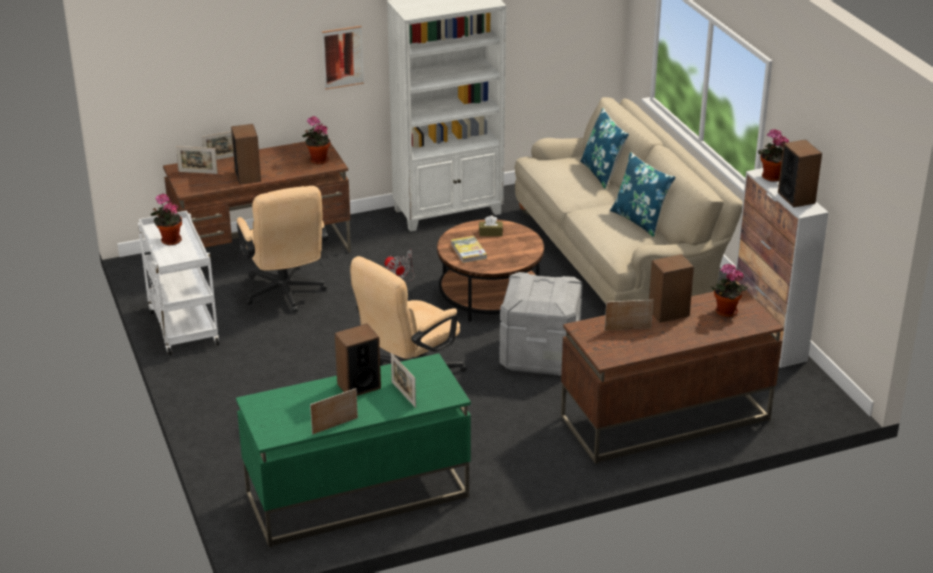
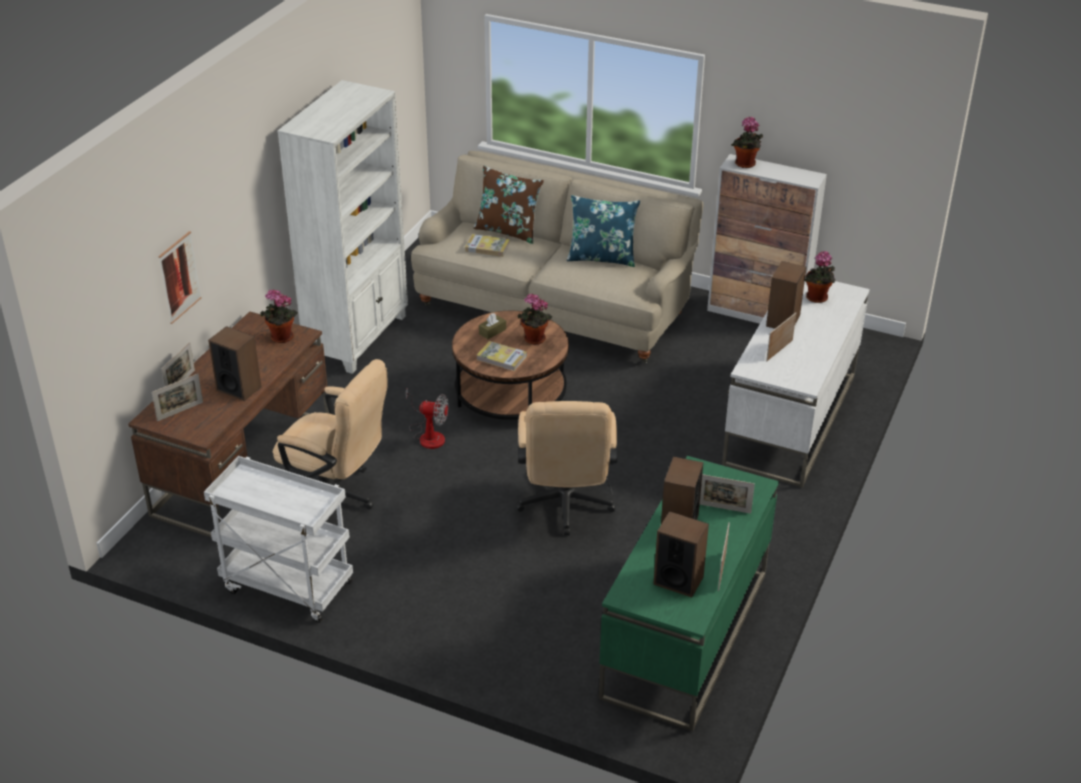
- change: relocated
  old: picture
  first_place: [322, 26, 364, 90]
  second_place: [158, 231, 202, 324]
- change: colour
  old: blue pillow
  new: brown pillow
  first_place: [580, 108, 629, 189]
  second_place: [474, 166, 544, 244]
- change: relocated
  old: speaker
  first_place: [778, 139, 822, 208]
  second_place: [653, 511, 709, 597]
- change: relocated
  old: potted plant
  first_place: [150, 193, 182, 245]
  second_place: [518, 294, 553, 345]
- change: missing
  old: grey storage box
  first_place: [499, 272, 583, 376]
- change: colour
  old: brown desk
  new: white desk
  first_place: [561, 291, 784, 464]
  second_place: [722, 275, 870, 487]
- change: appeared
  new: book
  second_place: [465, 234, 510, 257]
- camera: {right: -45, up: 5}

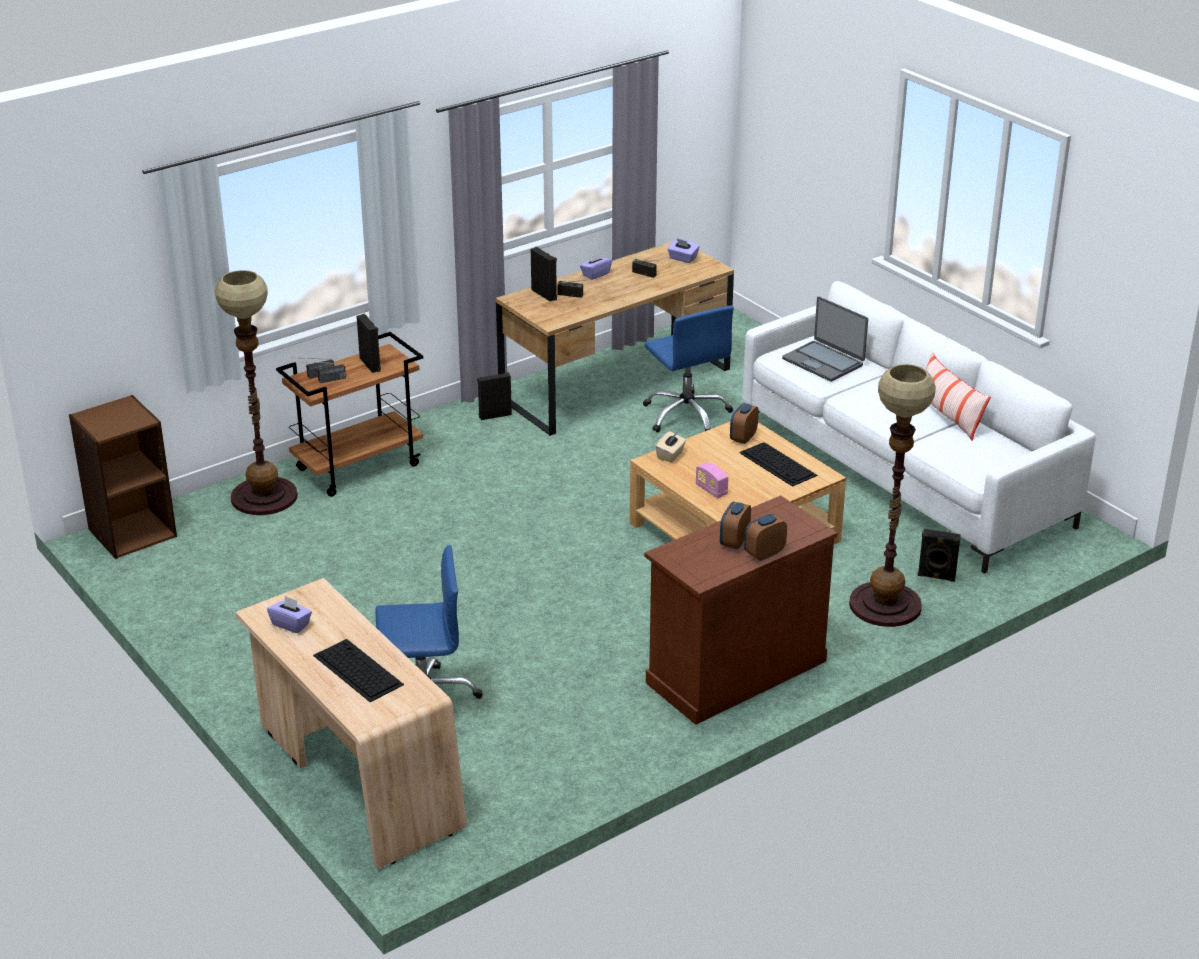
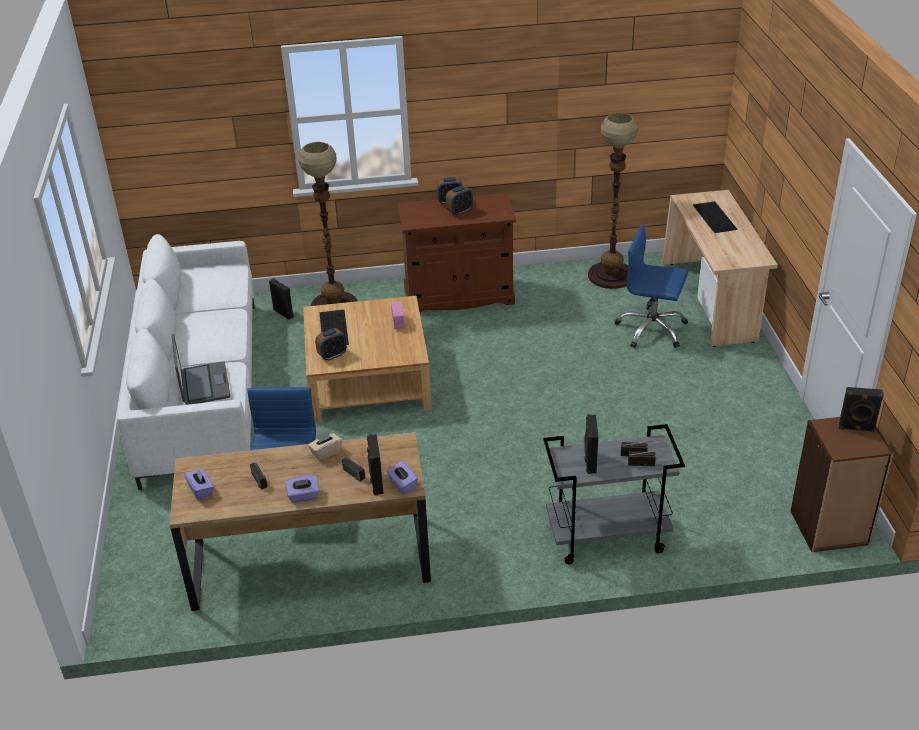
- change: relocated
  old: floor lamp
  first_place: [215, 270, 298, 515]
  second_place: [588, 113, 638, 289]
- change: colour
  old: brown cart
  new: grey cart
  first_place: [276, 332, 423, 497]
  second_place: [543, 424, 685, 564]
- change: missing
  old: pillow
  first_place: [926, 353, 991, 441]
- change: relocated
  old: black speaker
  first_place: [477, 372, 512, 420]
  second_place: [839, 387, 884, 432]
- change: relocated
  old: beige tissue box
  first_place: [655, 431, 686, 462]
  second_place: [308, 431, 342, 461]
- change: relocated
  old: purple tissue box
  first_place: [267, 596, 312, 633]
  second_place: [386, 461, 418, 494]
- camera: {right: -150, up: 5}

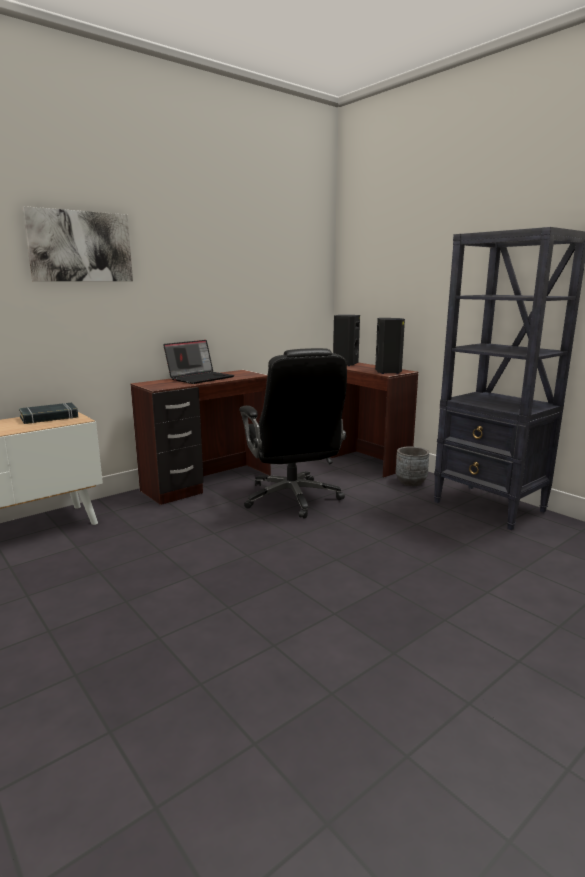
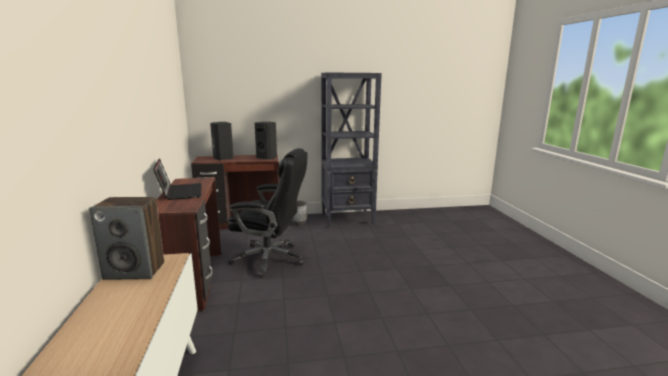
- change: missing
  old: picture
  first_place: [22, 206, 133, 281]
- change: exchanged
  old: black book
  new: speaker
  first_place: [19, 403, 78, 424]
  second_place: [89, 197, 164, 280]
- camera: {right: -60, up: 0}

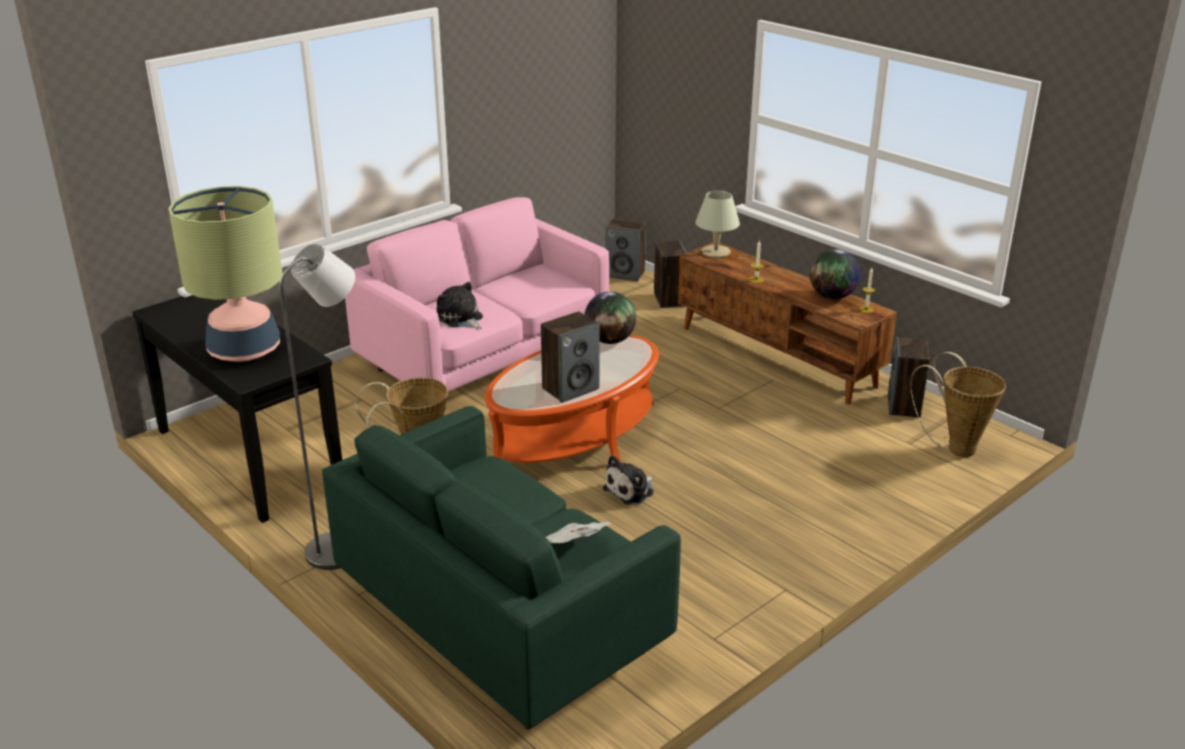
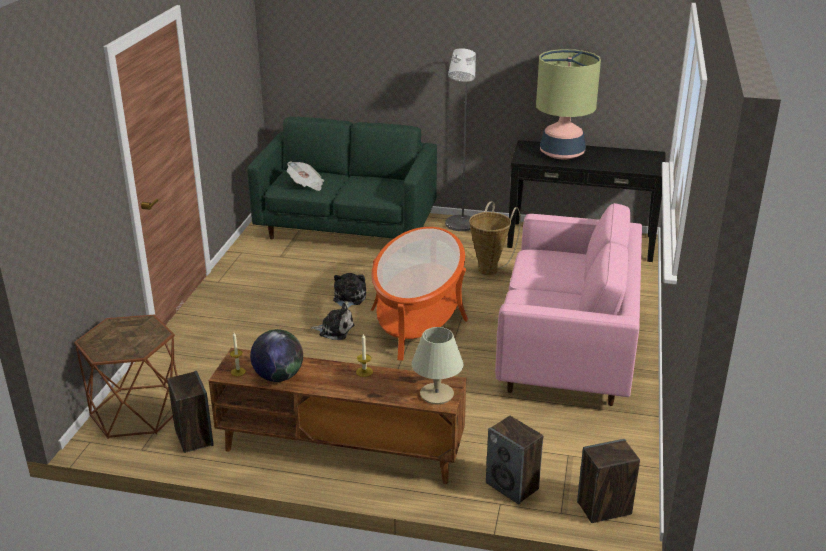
- change: relocated
  old: plush toy
  first_place: [436, 282, 483, 329]
  second_place: [310, 303, 354, 340]
- change: missing
  old: globe
  first_place: [584, 291, 637, 344]
- change: missing
  old: speaker
  first_place: [541, 311, 600, 403]
- change: exchanged
  old: basket
  new: brown side table
  first_place: [911, 352, 1006, 457]
  second_place: [74, 315, 178, 439]
- camera: {right: 145, up: 0}

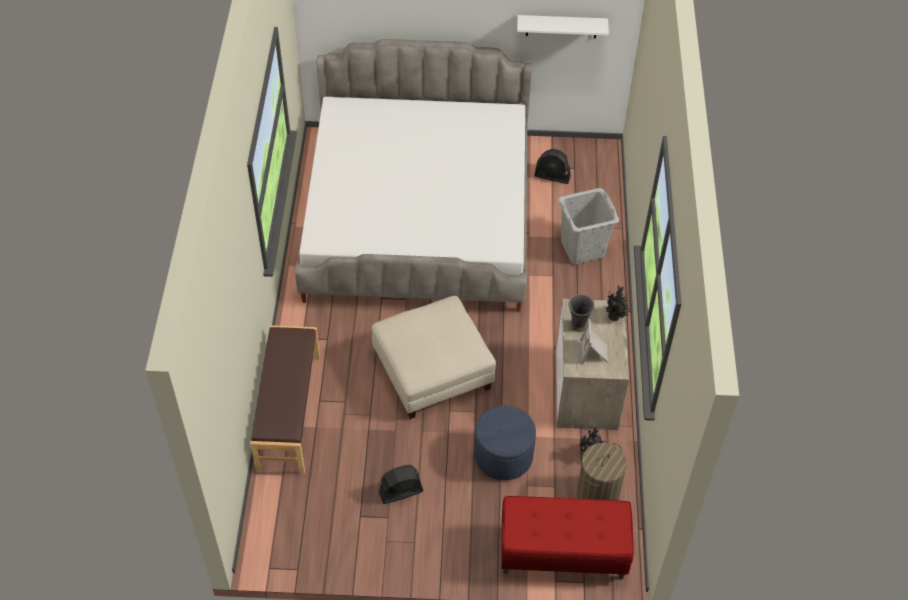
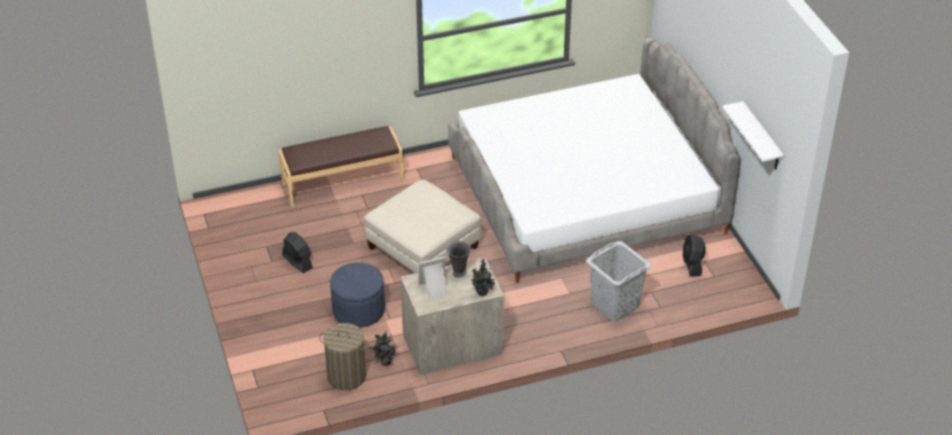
- change: missing
  old: red bench
  first_place: [501, 496, 634, 580]
- camera: {right: 70, up: -10}

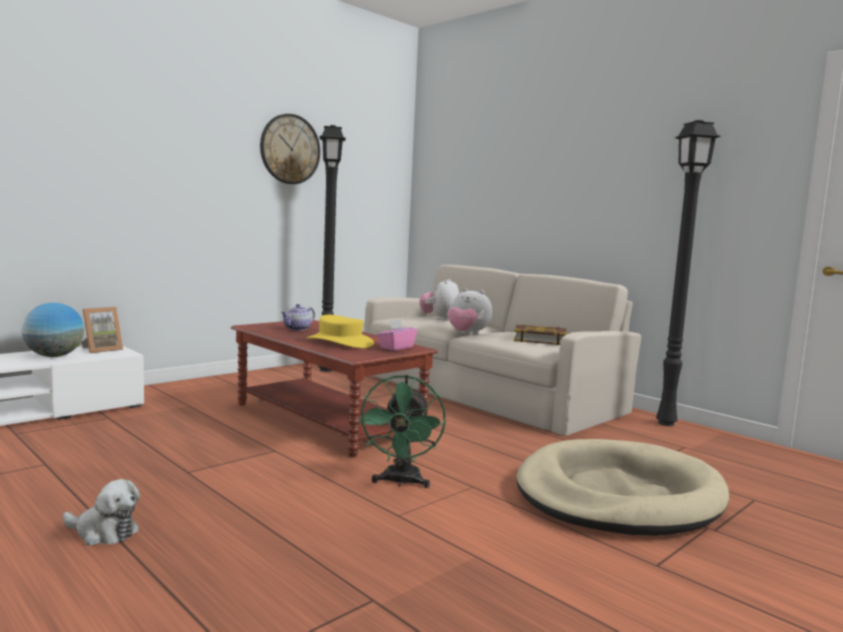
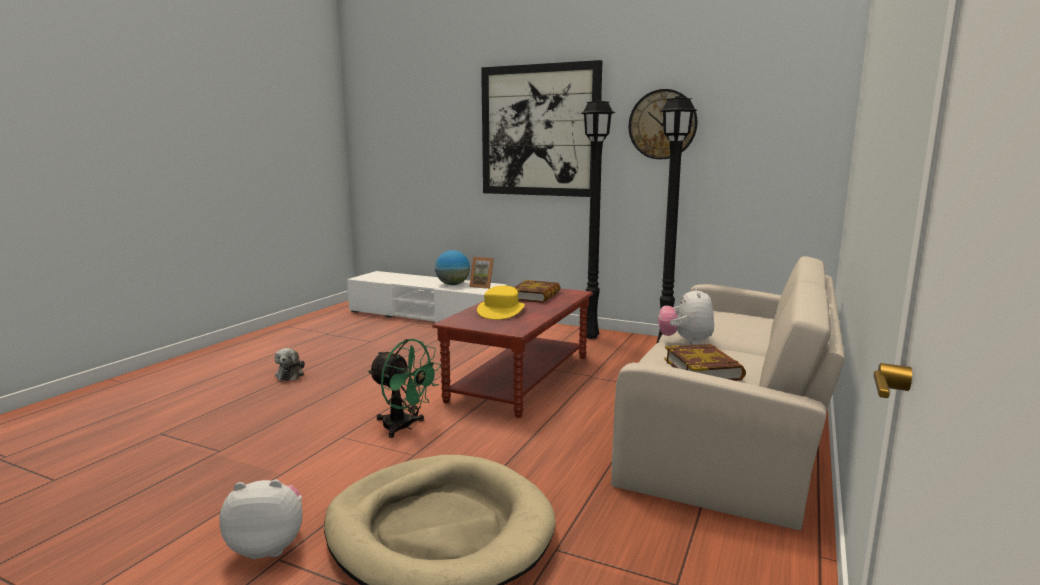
- change: relocated
  old: black floor lamp
  first_place: [656, 120, 721, 426]
  second_place: [581, 99, 615, 339]
- change: relocated
  old: plush toy
  first_place: [420, 278, 459, 321]
  second_place: [219, 480, 302, 559]
- change: exchanged
  old: teapot
  new: book
  first_place: [281, 304, 315, 331]
  second_place: [514, 280, 561, 303]
- change: missing
  old: pink tissue box
  first_place: [377, 319, 417, 351]
- change: spun
  old: green fan
  first_place: [357, 375, 446, 488]
  second_place: [368, 339, 441, 438]
  degrees: -135
- change: appeared
  new: picture
  second_place: [481, 60, 602, 197]
- camera: {right: 70, up: 5}

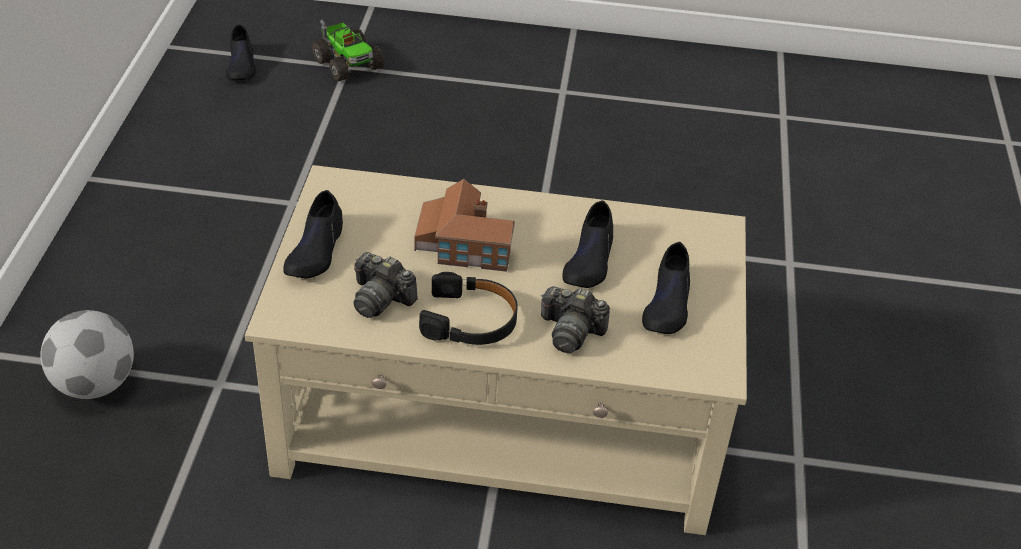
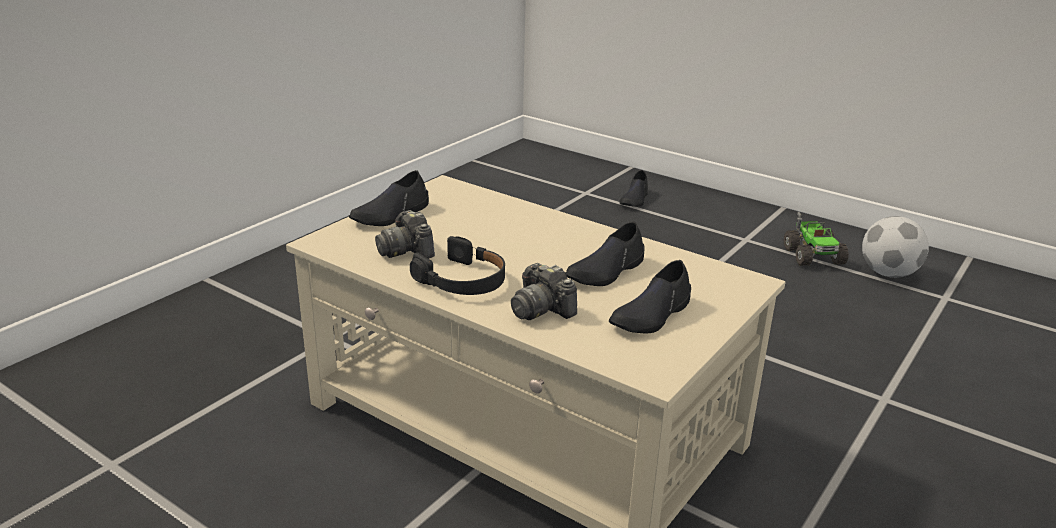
- change: relocated
  old: toy truck
  first_place: [312, 20, 385, 82]
  second_place: [784, 212, 849, 266]
- change: relocated
  old: black shoe
  first_place: [226, 24, 256, 80]
  second_place: [619, 170, 648, 207]
- change: missing
  old: toy house
  first_place: [414, 179, 515, 272]
- change: relocated
  old: football
  first_place: [40, 310, 134, 399]
  second_place: [862, 216, 929, 278]
- camera: {right: 30, up: -15}

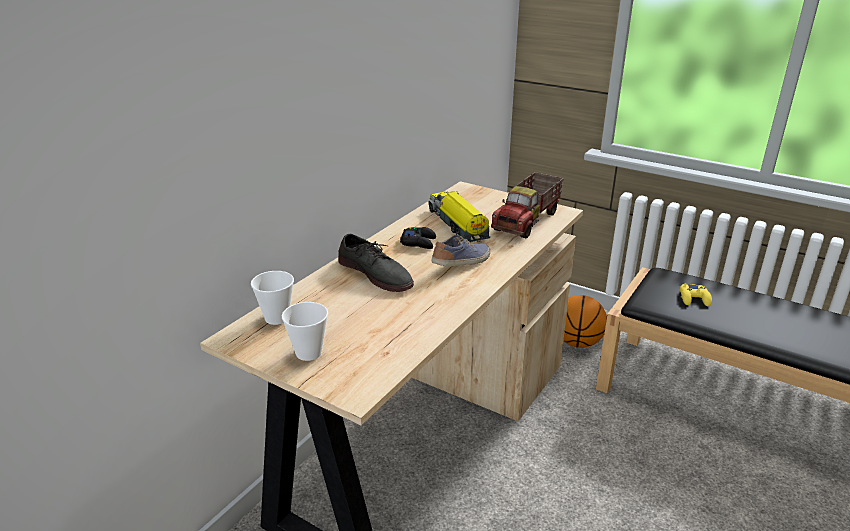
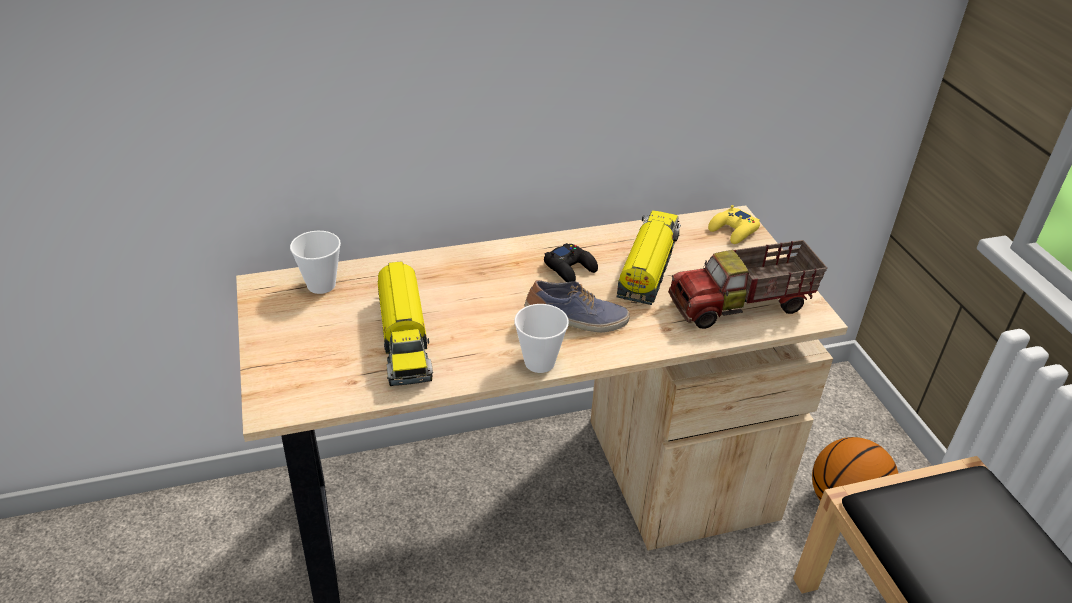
- change: missing
  old: grey shoe
  first_place: [338, 234, 414, 292]
- change: relocated
  old: yellow game controller
  first_place: [680, 283, 712, 306]
  second_place: [708, 205, 760, 244]
- change: relocated
  old: cup
  first_place: [282, 302, 328, 361]
  second_place: [514, 304, 569, 373]
- change: appeared
  new: toy truck
  second_place: [378, 261, 433, 386]
- camera: {right: 40, up: 10}

